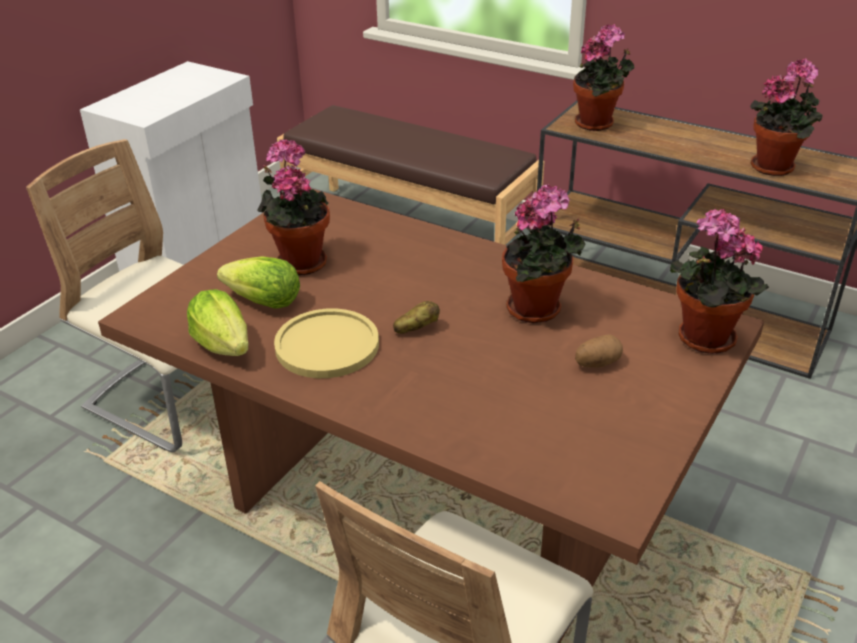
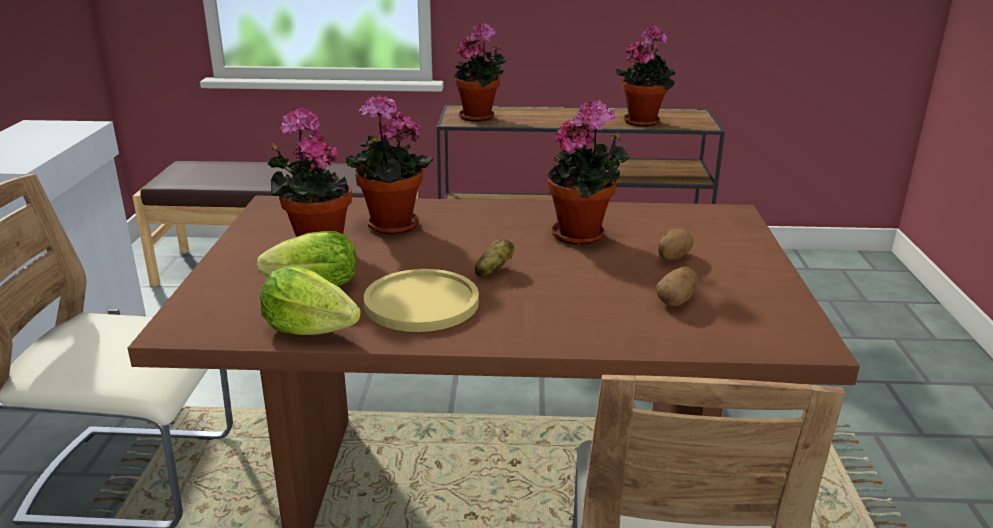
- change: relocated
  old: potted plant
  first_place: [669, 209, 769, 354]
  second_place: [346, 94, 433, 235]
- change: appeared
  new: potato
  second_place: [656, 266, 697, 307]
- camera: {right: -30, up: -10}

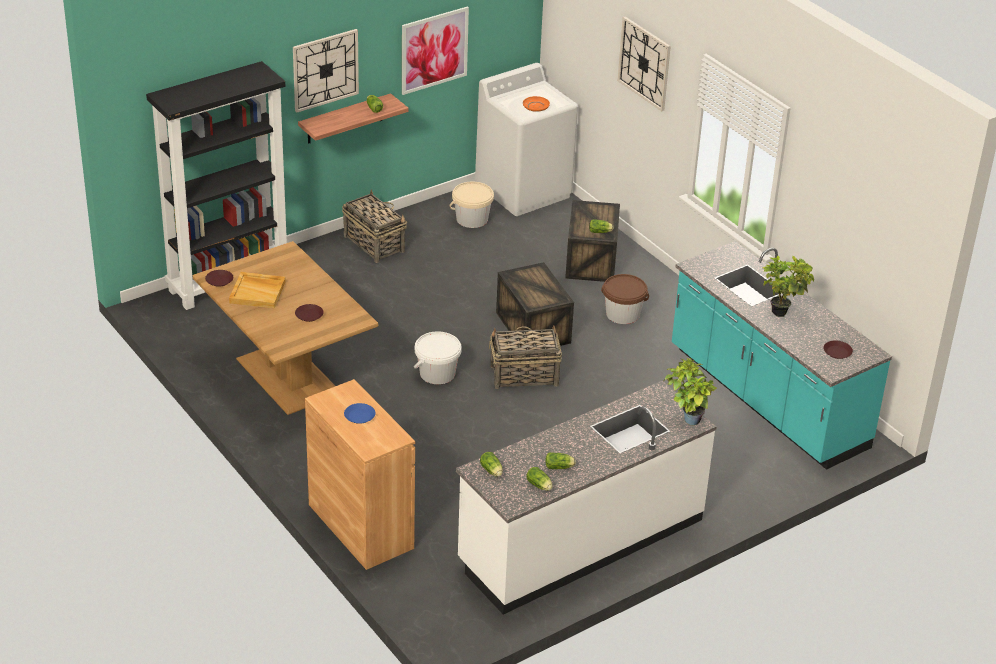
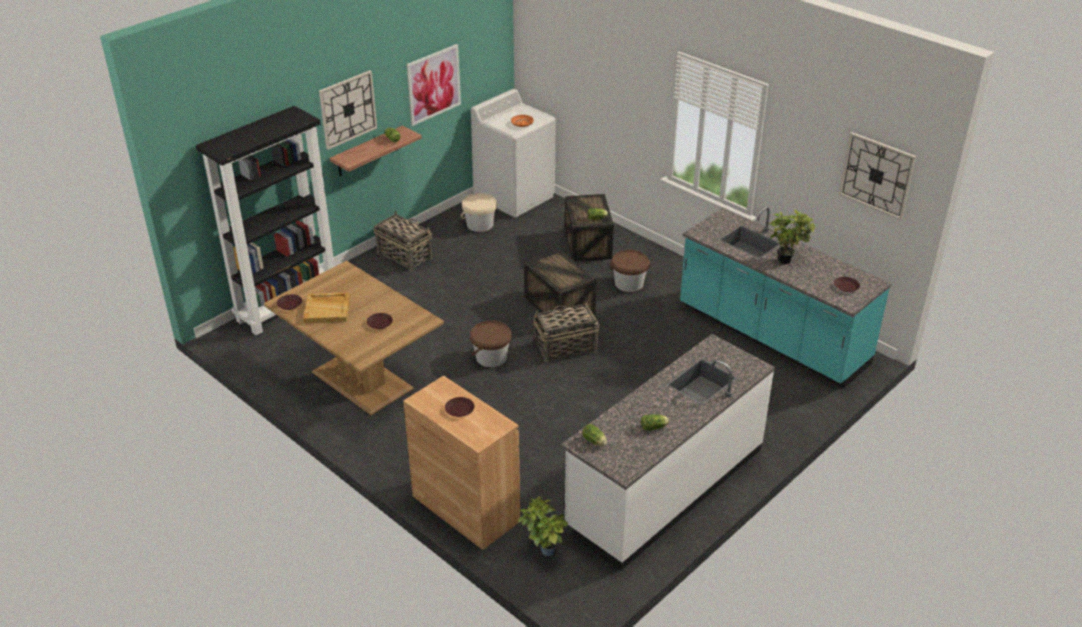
- change: relocated
  old: wall clock
  first_place: [618, 17, 671, 111]
  second_place: [839, 132, 916, 220]
- change: colour
  old: white bucket
  new: brown bucket
  first_place: [414, 331, 462, 384]
  second_place: [470, 321, 511, 367]
- change: relocated
  old: potted plant
  first_place: [664, 358, 717, 425]
  second_place: [517, 497, 568, 556]
- change: colour
  old: blue plate
  new: brown plate
  first_place: [344, 403, 375, 424]
  second_place: [445, 397, 475, 417]
- change: missing
  old: lettuce
  first_place: [526, 467, 553, 491]
- camera: {right: -10, up: 0}

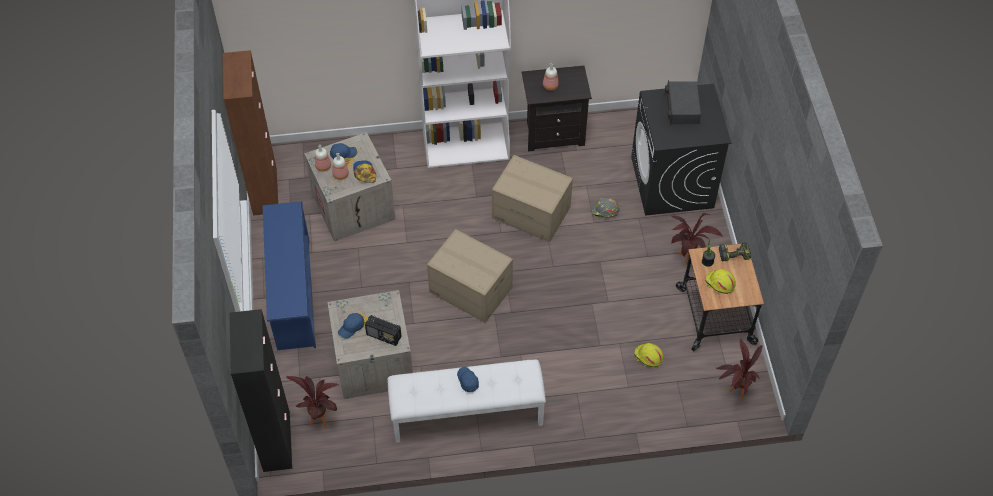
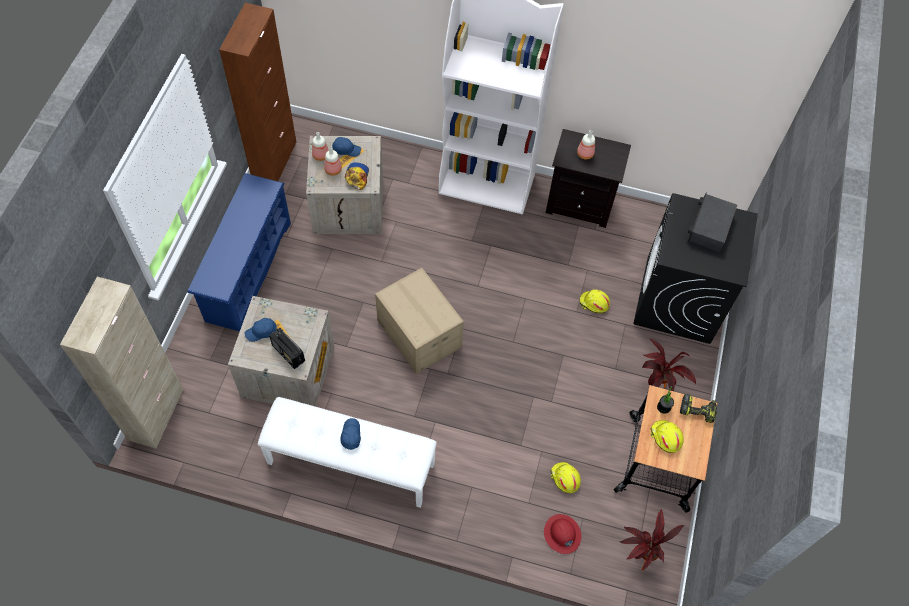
- change: missing
  old: cardboard box
  first_place: [492, 155, 573, 242]
- change: colour
  old: grey hard hat
  new: yellow hard hat
  first_place: [591, 197, 620, 219]
  second_place: [580, 290, 610, 313]
- change: colour
  old: black cabinet
  new: beige cabinet
  first_place: [230, 309, 292, 472]
  second_place: [60, 276, 184, 449]
- change: missing
  old: potted plant
  first_place: [287, 376, 338, 429]
- change: appeared
  new: red hard hat
  second_place: [544, 514, 582, 554]
- camera: {right: 20, up: 5}

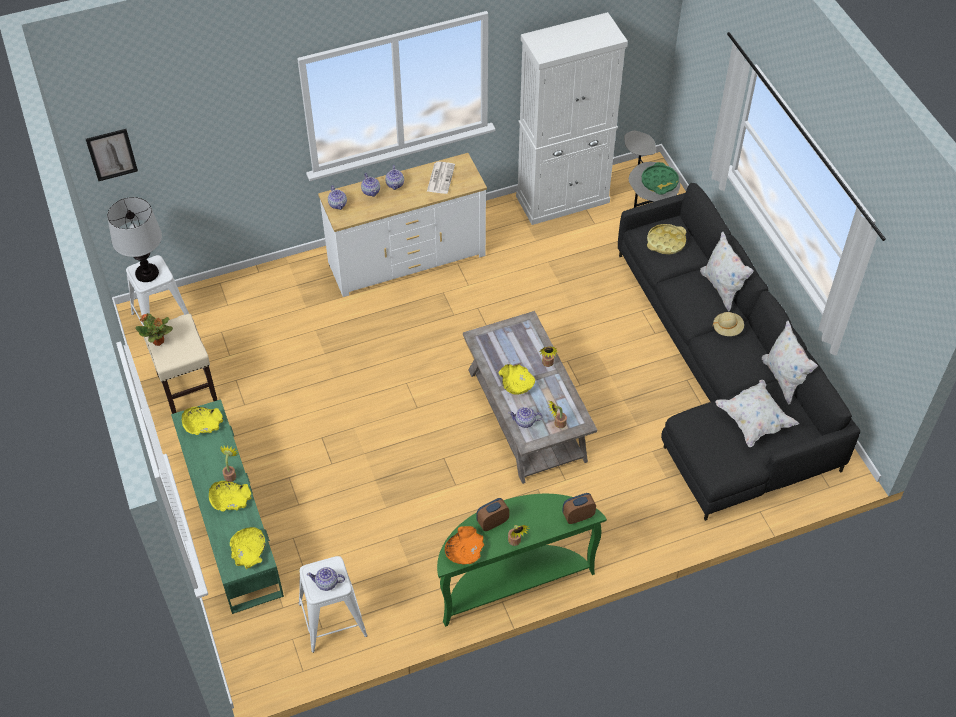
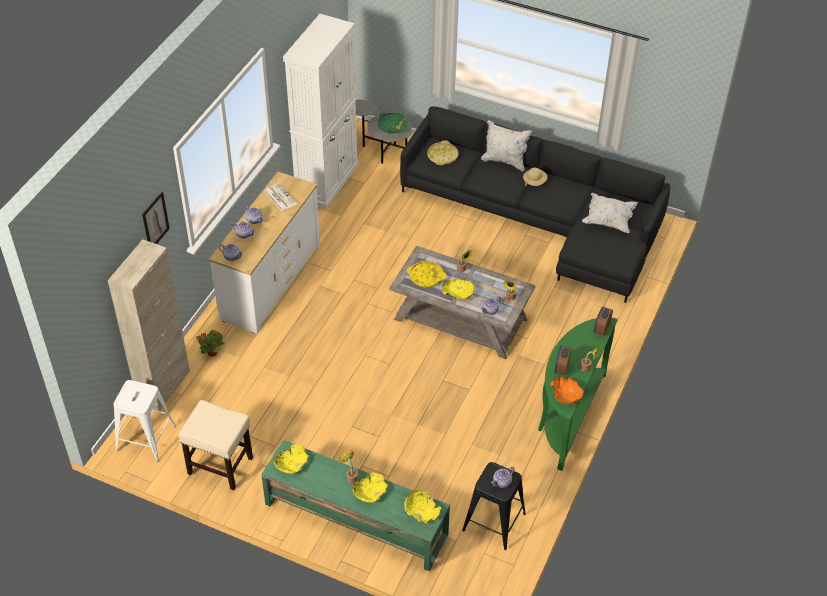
- change: relocated
  old: picture
  first_place: [86, 129, 138, 181]
  second_place: [142, 192, 170, 244]
- change: missing
  old: table lamp
  first_place: [107, 197, 162, 282]
- change: relocated
  old: potted plant
  first_place: [136, 313, 173, 346]
  second_place: [196, 330, 225, 356]
- change: missing
  old: white pillow
  first_place: [762, 321, 818, 405]
- change: colour
  old: white stool
  new: black stool
  first_place: [299, 556, 368, 653]
  second_place: [462, 462, 526, 550]
- change: appeared
  new: beige cabinet
  second_place: [108, 239, 190, 411]
- change: appeared
  new: yellow tray
  second_place: [407, 261, 447, 287]
- camera: {right: -45, up: -5}

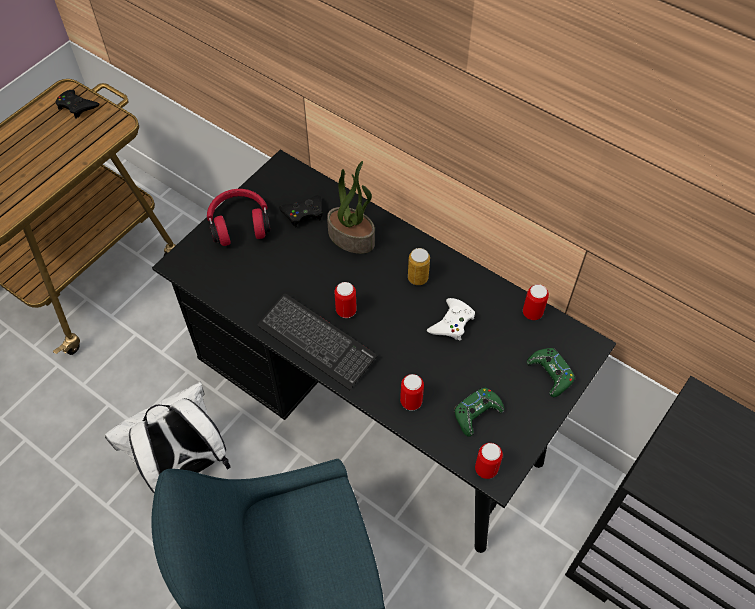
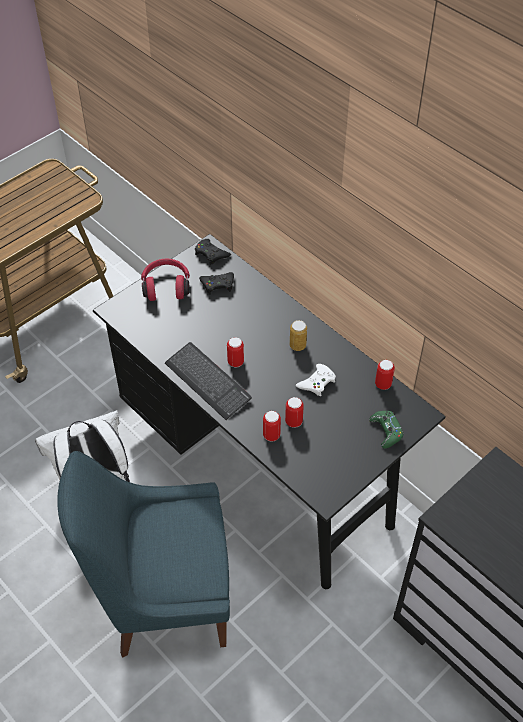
- change: relocated
  old: black game controller
  first_place: [56, 90, 100, 119]
  second_place: [195, 239, 231, 265]
- change: missing
  old: potted plant
  first_place: [327, 161, 375, 254]
- change: missing
  old: green game controller
  first_place: [454, 387, 504, 437]
- change: relocated
  old: can
  first_place: [475, 443, 503, 479]
  second_place: [285, 397, 304, 428]
- camera: {right: 10, up: -5}

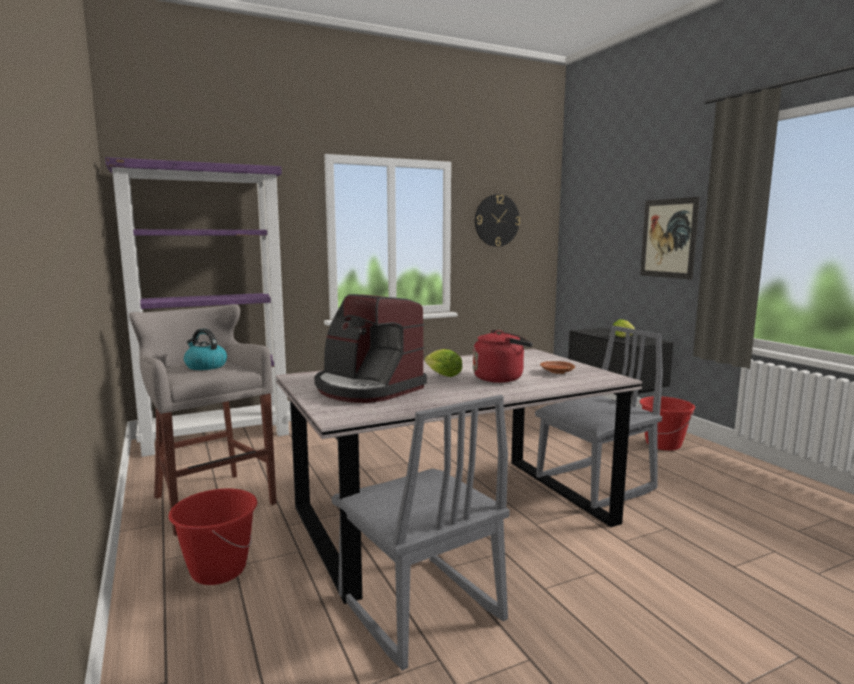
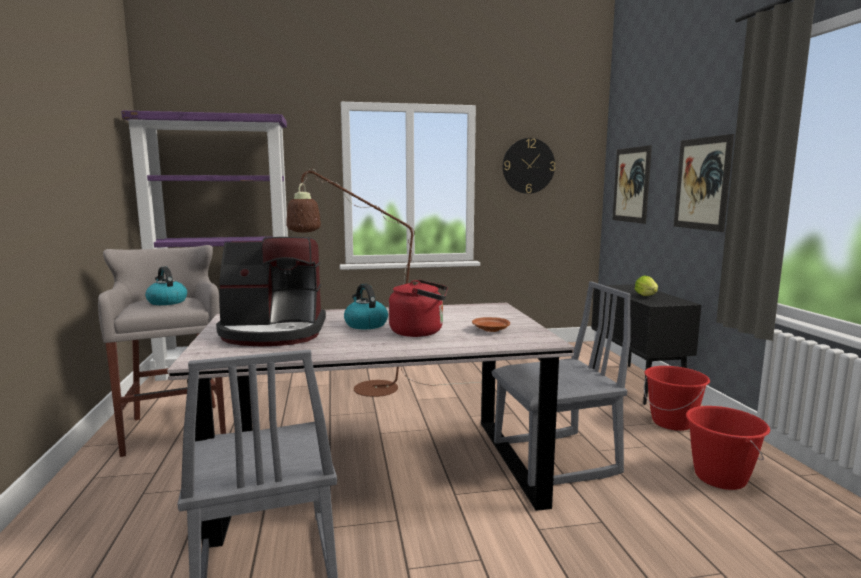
- change: spun
  old: coffee machine
  first_place: [314, 294, 427, 403]
  second_place: [216, 237, 326, 346]
  degrees: -60
- change: exchanged
  old: lettuce
  new: kettle
  first_place: [425, 349, 462, 377]
  second_place: [344, 284, 388, 329]
- change: relocated
  old: red bucket
  first_place: [168, 489, 257, 585]
  second_place: [686, 406, 770, 490]
- change: appeared
  new: picture
  second_place: [612, 145, 652, 224]
- change: appeared
  new: brown floor lamp
  second_place: [286, 169, 480, 397]
- camera: {right: 15, up: 0}

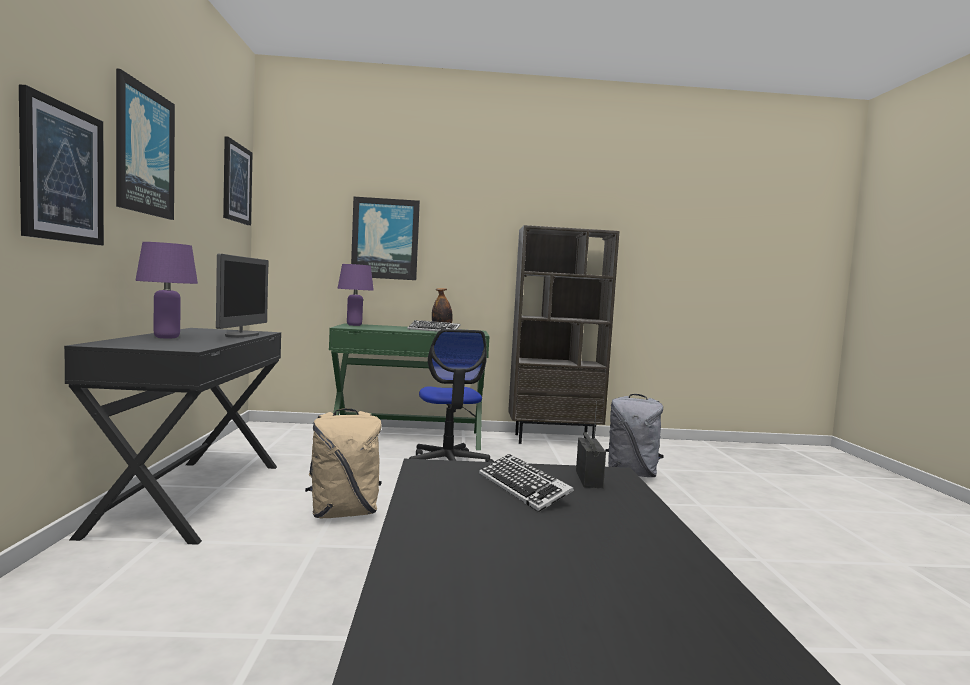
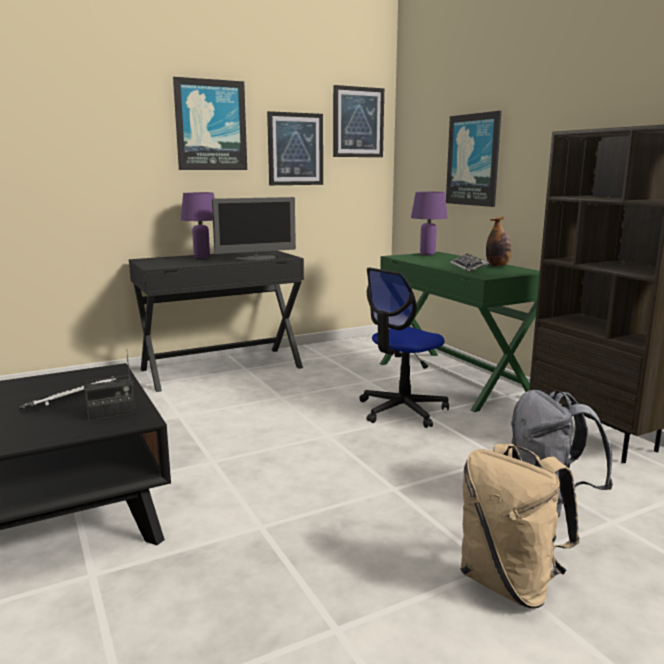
- change: relocated
  old: picture
  first_place: [19, 84, 104, 245]
  second_place: [267, 111, 323, 185]
- change: relocated
  old: beige backpack
  first_place: [305, 408, 382, 518]
  second_place: [460, 444, 580, 608]
- camera: {right: 65, up: 10}

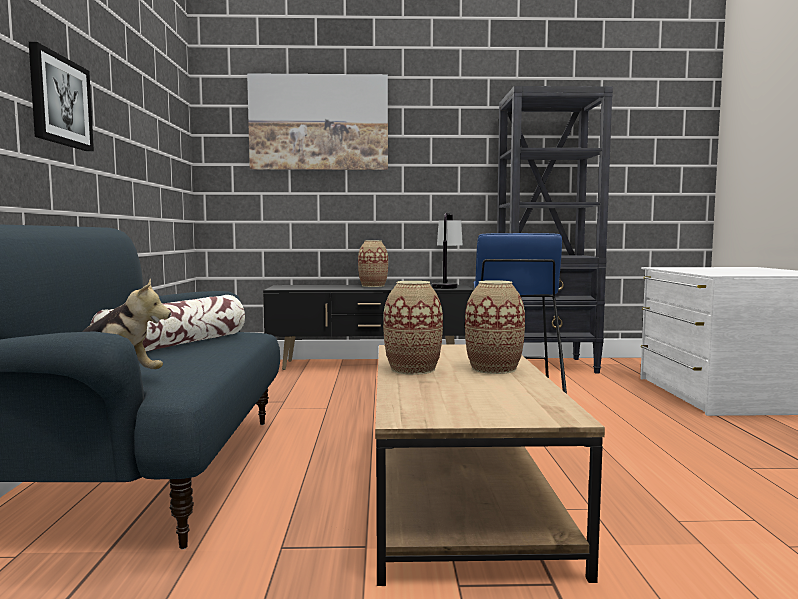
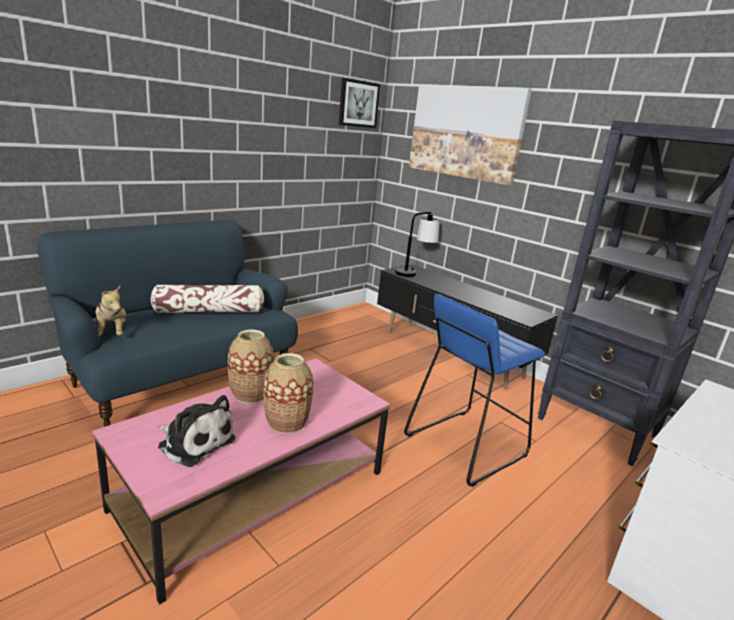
- change: relocated
  old: picture
  first_place: [29, 42, 94, 151]
  second_place: [339, 78, 380, 128]
- change: relocated
  old: table lamp
  first_place: [432, 212, 463, 289]
  second_place: [395, 212, 440, 277]
- change: missing
  old: vase
  first_place: [358, 241, 388, 287]
- change: colour
  old: brown coffee table
  new: pink coffee table
  first_place: [375, 345, 605, 586]
  second_place: [93, 358, 390, 605]
- change: appeared
  new: plush toy
  second_place: [158, 395, 235, 467]
- camera: {right: 45, up: 15}

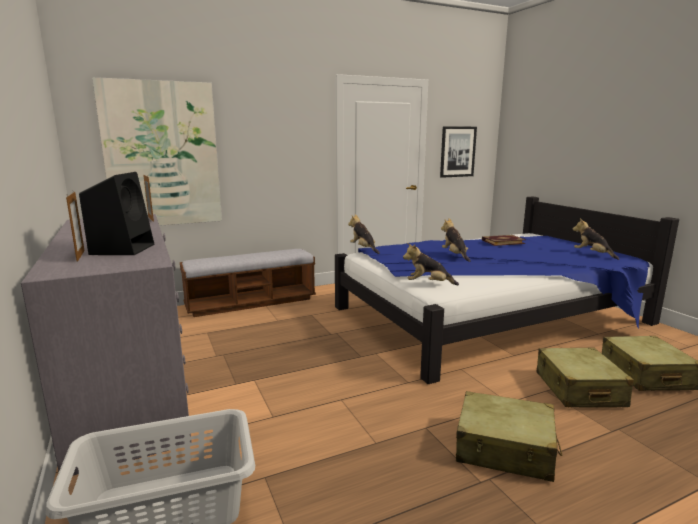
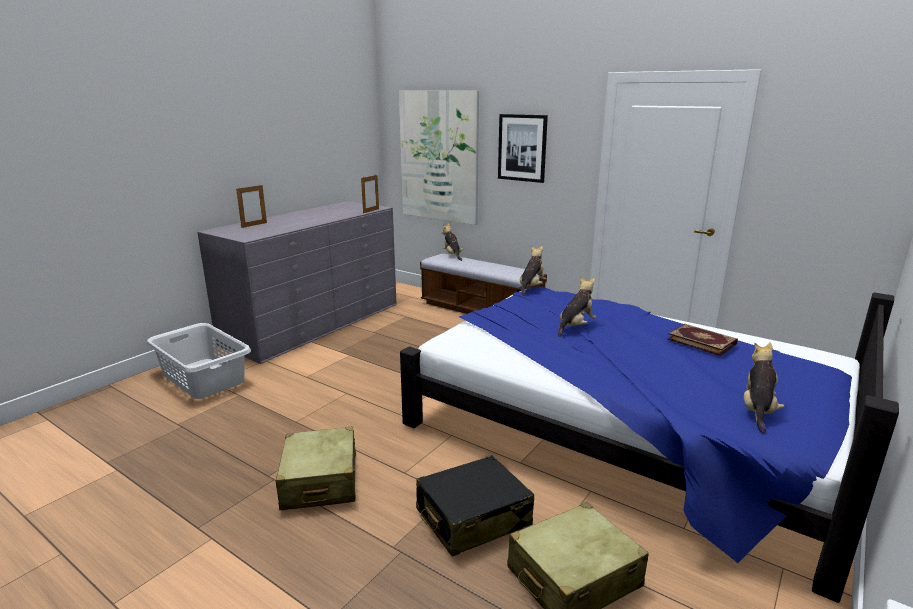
- change: relocated
  old: picture
  first_place: [440, 126, 477, 178]
  second_place: [498, 114, 548, 183]
- change: missing
  old: black speaker
  first_place: [79, 172, 154, 255]
- change: relocated
  old: plush toy
  first_place: [403, 243, 459, 286]
  second_place: [442, 224, 463, 261]
- change: colour
  old: beige suitcase
  new: black suitcase
  first_place: [537, 347, 634, 408]
  second_place: [416, 455, 534, 557]
- camera: {right: 60, up: 5}

